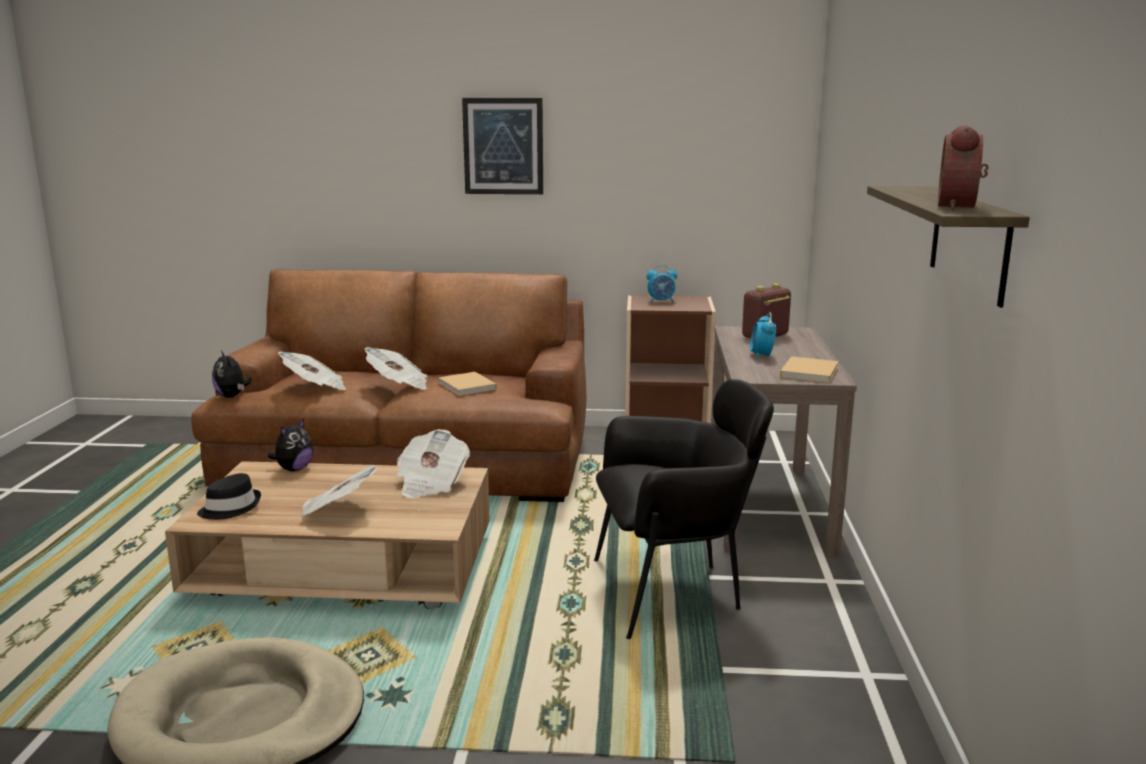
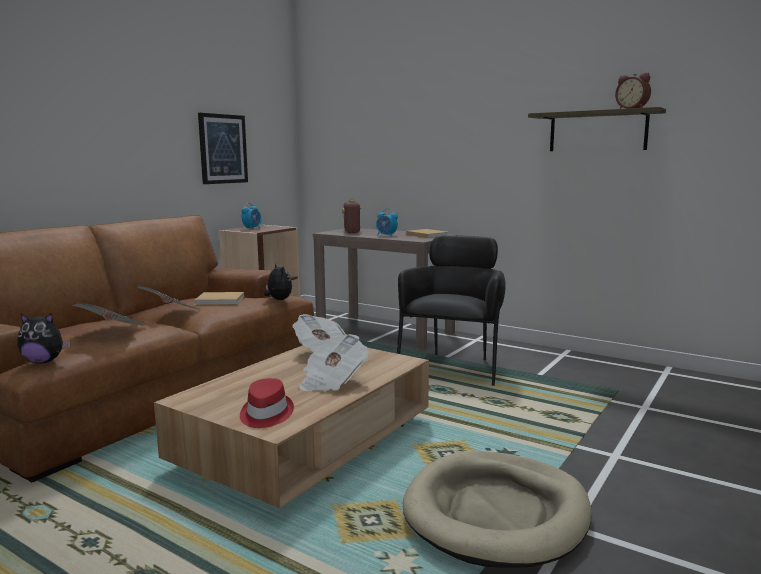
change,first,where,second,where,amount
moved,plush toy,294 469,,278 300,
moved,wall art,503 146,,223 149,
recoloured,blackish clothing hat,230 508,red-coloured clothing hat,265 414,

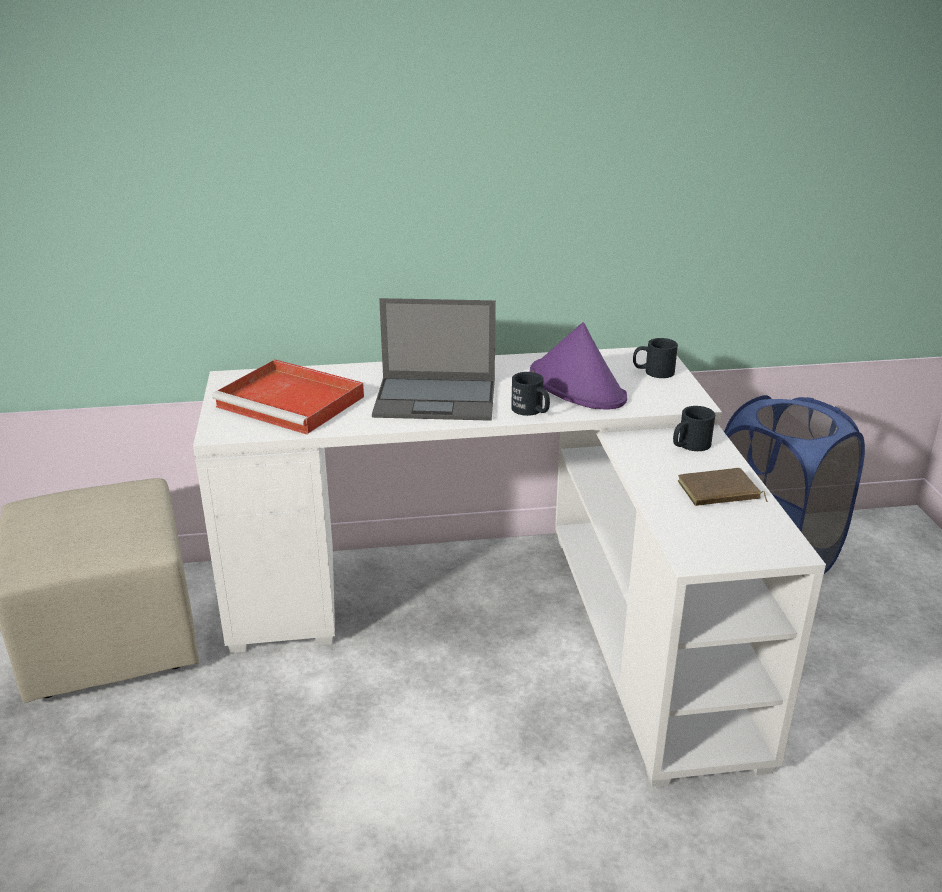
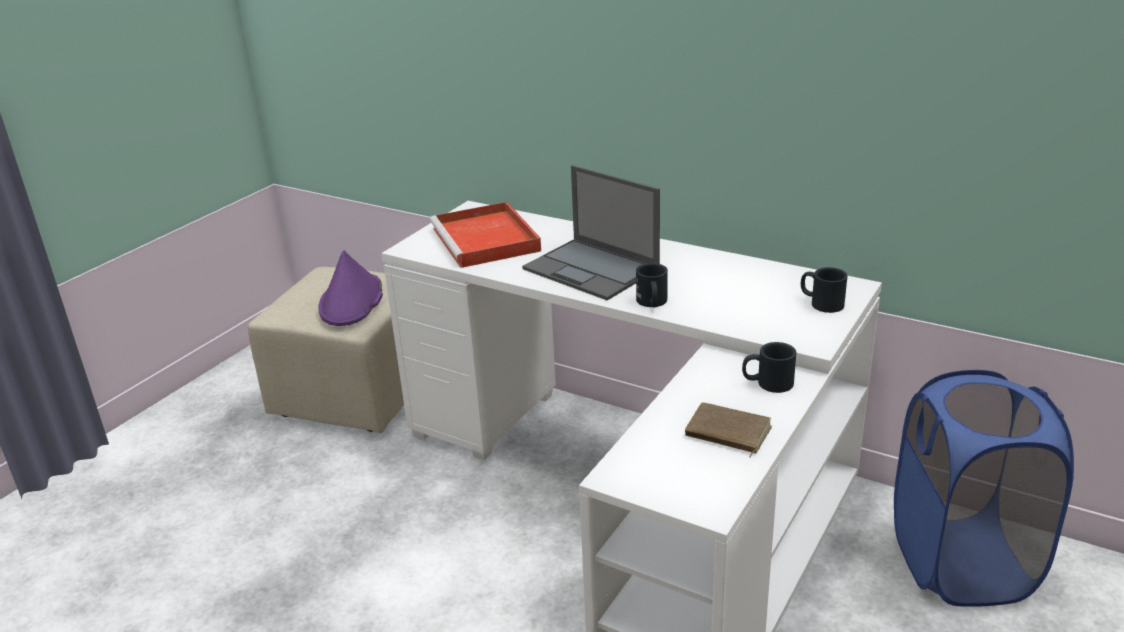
change,first,where,second,where,amount
moved,purple clothing hat,577 386,,351 301,

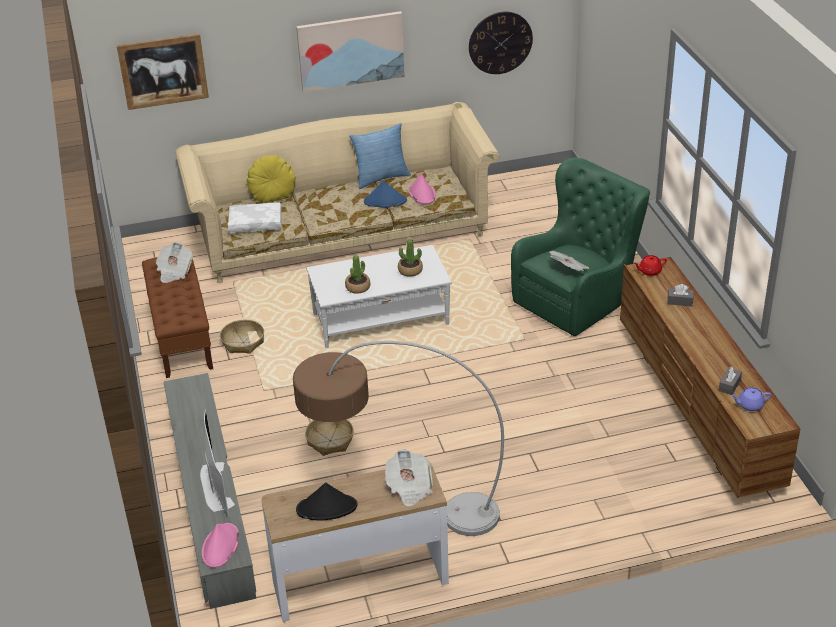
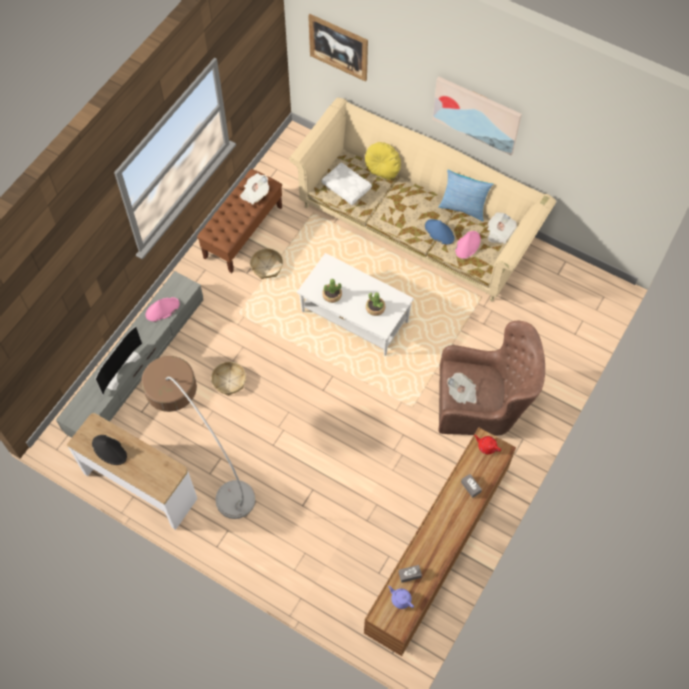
change,first,where,second,where,amount
removed,hanging clock,500 42,,,
moved,pink-coloured clothing hat,220 546,,162 309,
moved,newspaper,409 488,,499 233,
recoloured,green-coloured easy chair,579 299,brownish easy chair,483 406,

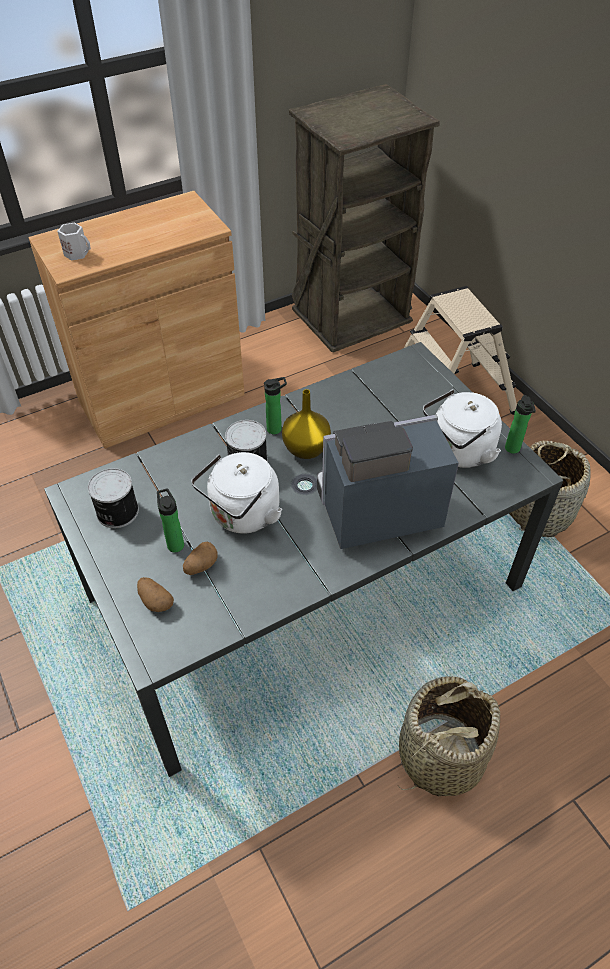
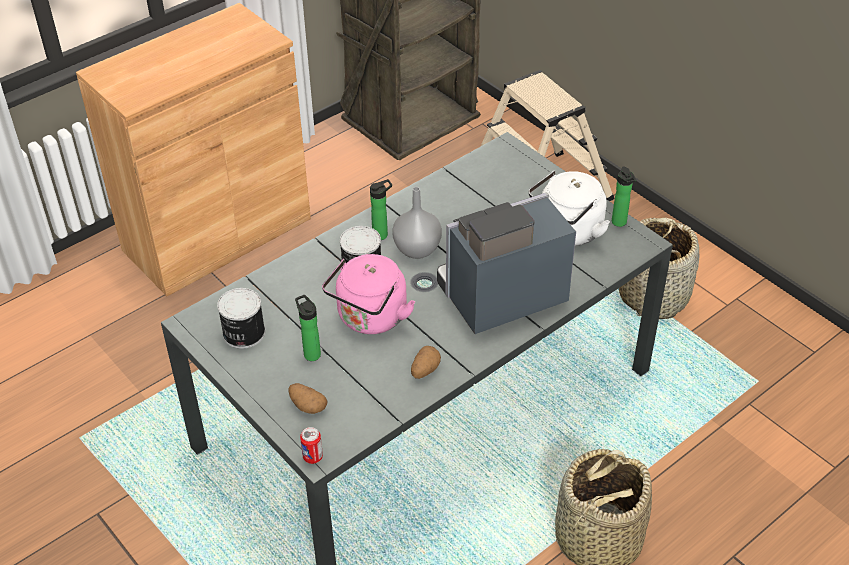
change,first,where,second,where,amount
removed,white-coloured coffee mug,77 253,,,
added,,,can,313 457,
moved,whole potato,201 565,,424 370,
recoloured,white-coloured water kettle,242 515,pink-coloured water kettle,370 319,
recoloured,yellow-coloured decorative vase,306 448,gray decorative vase,417 249,

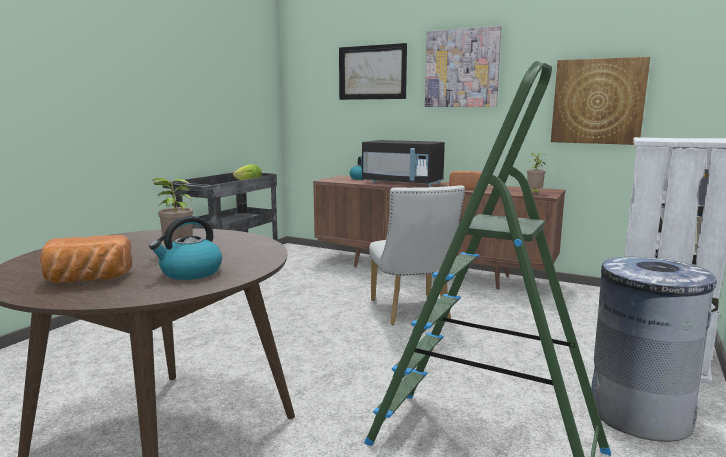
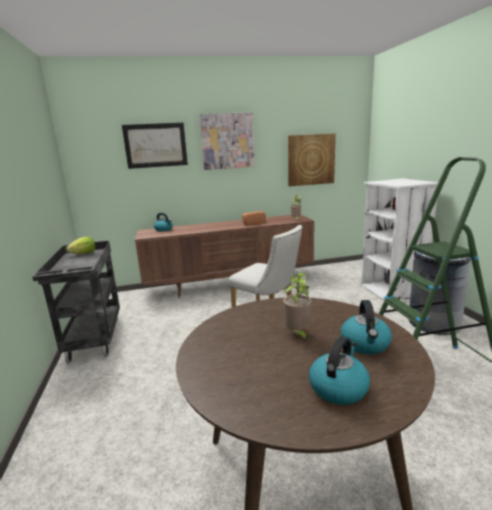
change,first,where,second,where,amount
removed,blackish microwave,402 183,,,
replaced,baked bread,87 280,water kettle,338 387,

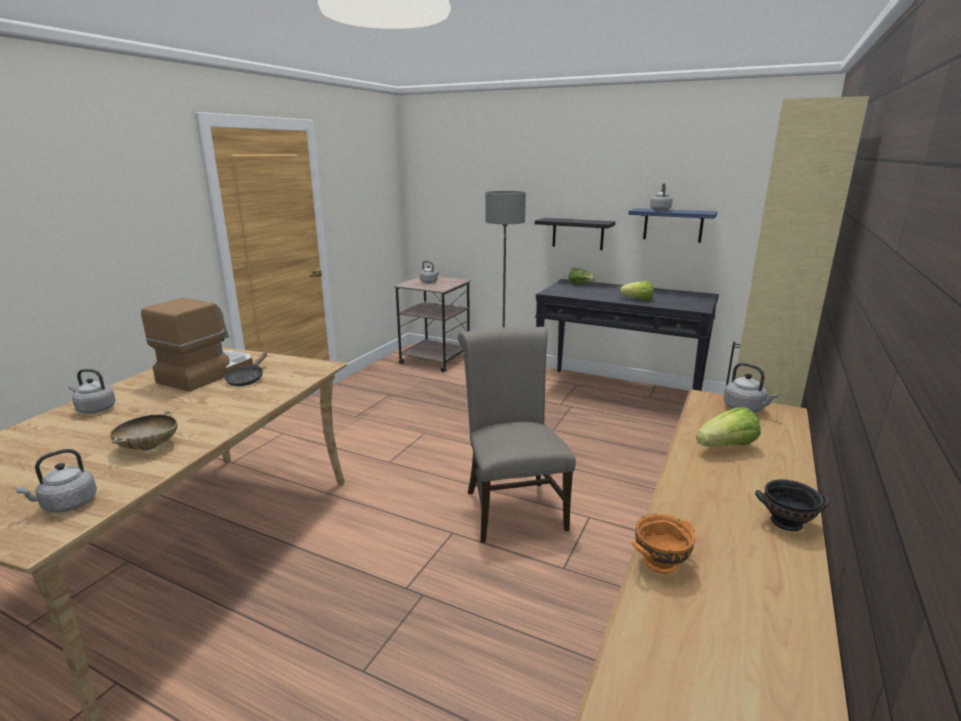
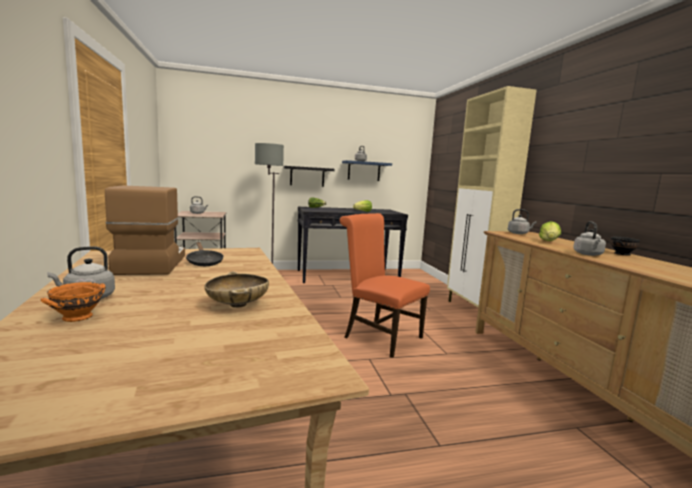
change,first,where,second,where,amount
moved,gray water kettle,67 505,,588 254,
moved,orange-coloured serving bowl,659 562,,76 317,
recoloured,beige upright chair,512 506,orange-coloured upright chair,379 336,

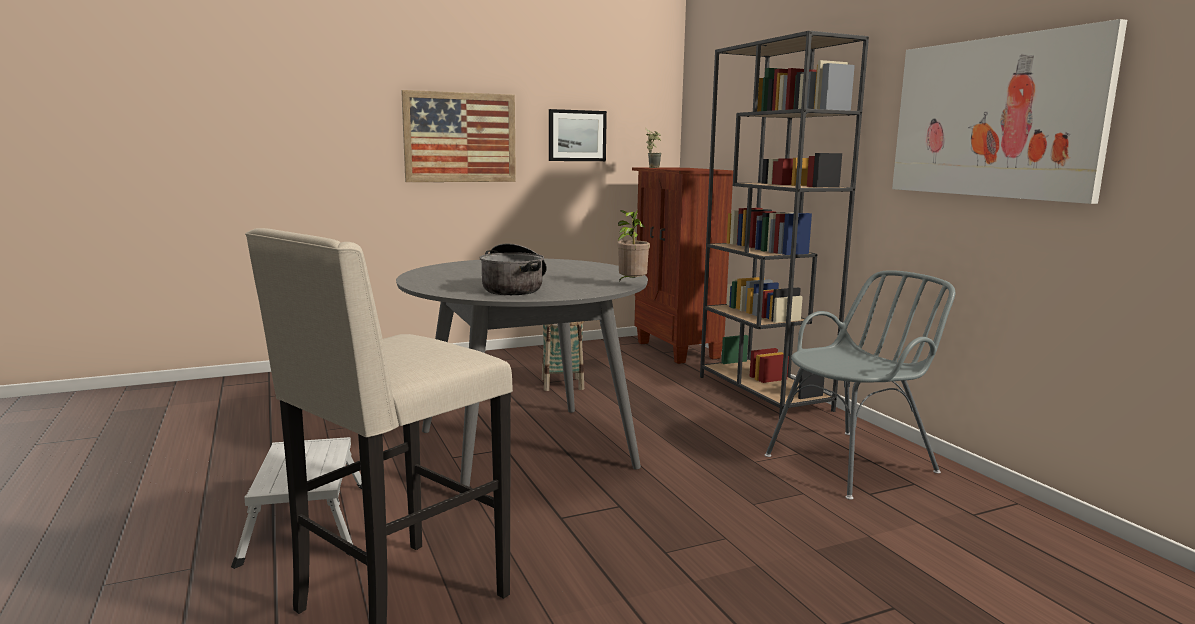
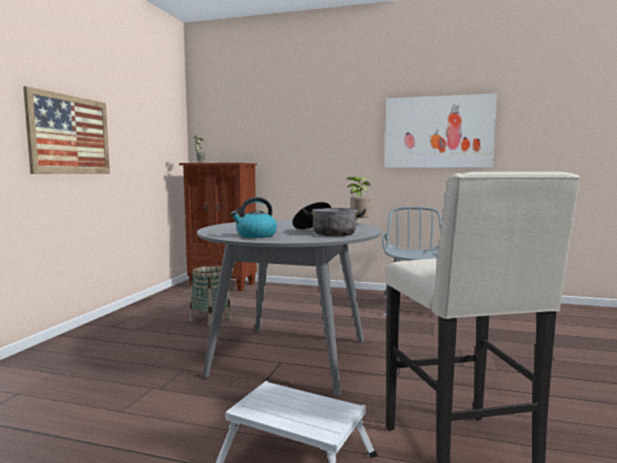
change,first,where,second,where,amount
removed,wall art,577 135,,,
removed,shelving unit,764 393,,,
added,,,water kettle,256 235,

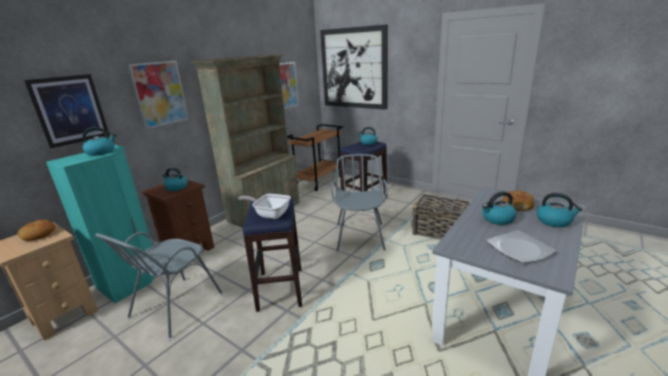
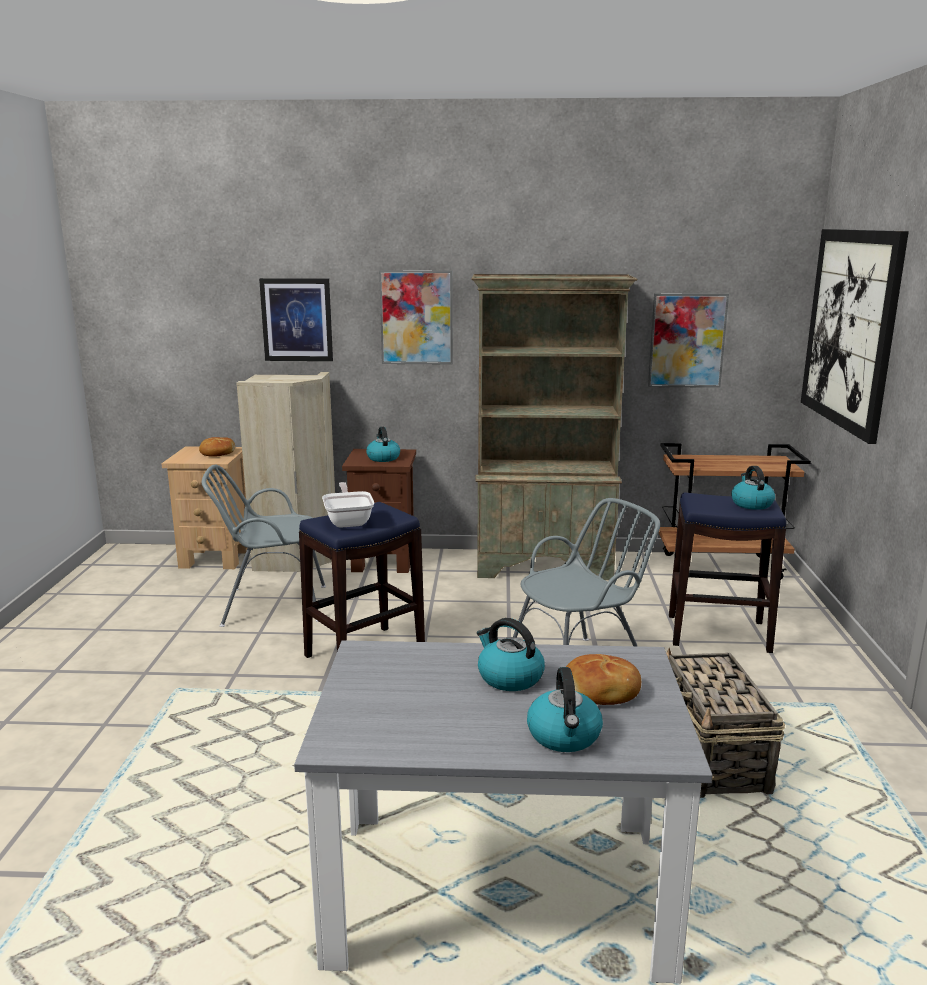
change,first,where,second,where,amount
removed,water kettle,101 152,,,
removed,dinner plate,519 248,,,
recoloured,turquoise-coloured cabinet,131 280,beige cabinet,295 559,

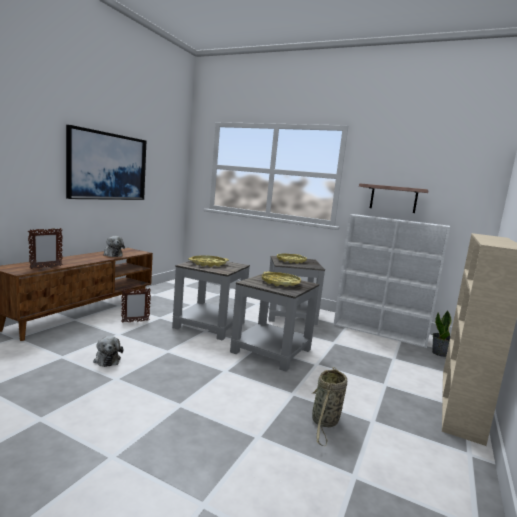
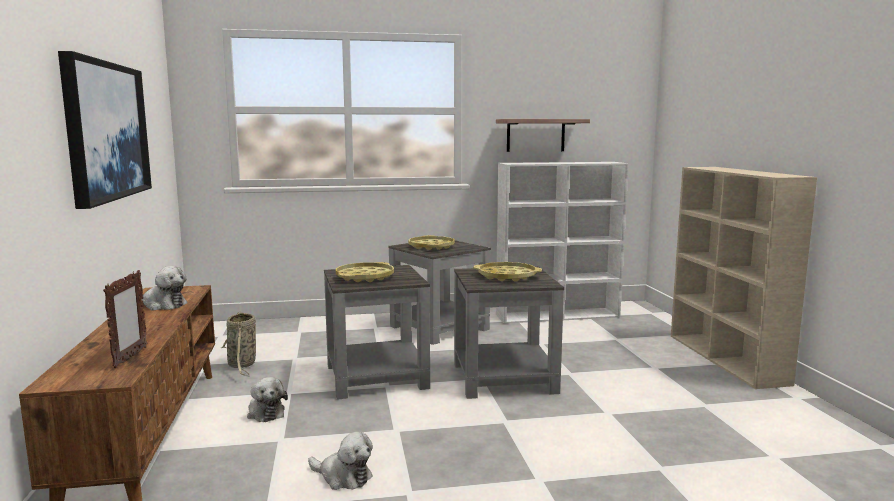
change,first,where,second,where,amount
removed,plant in a pot,440 353,,,
moved,basket,325 422,,242 365,
replaced,standing frame,135 321,plush toy,265 412,

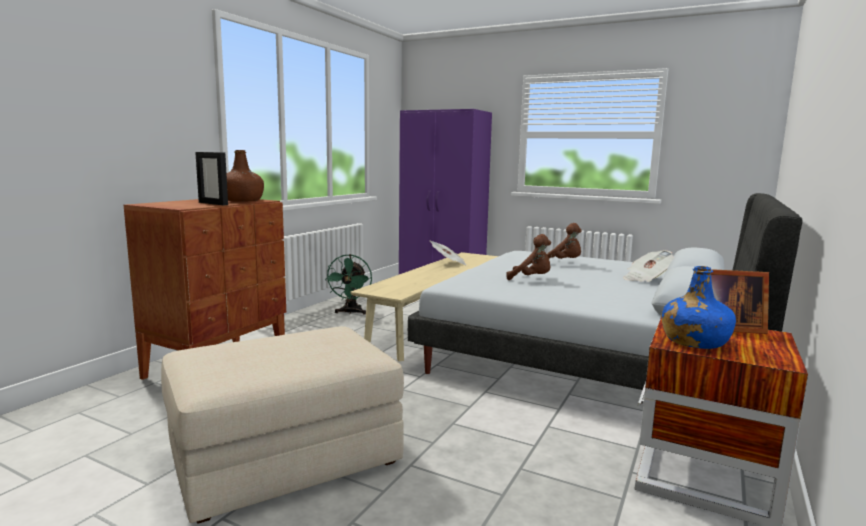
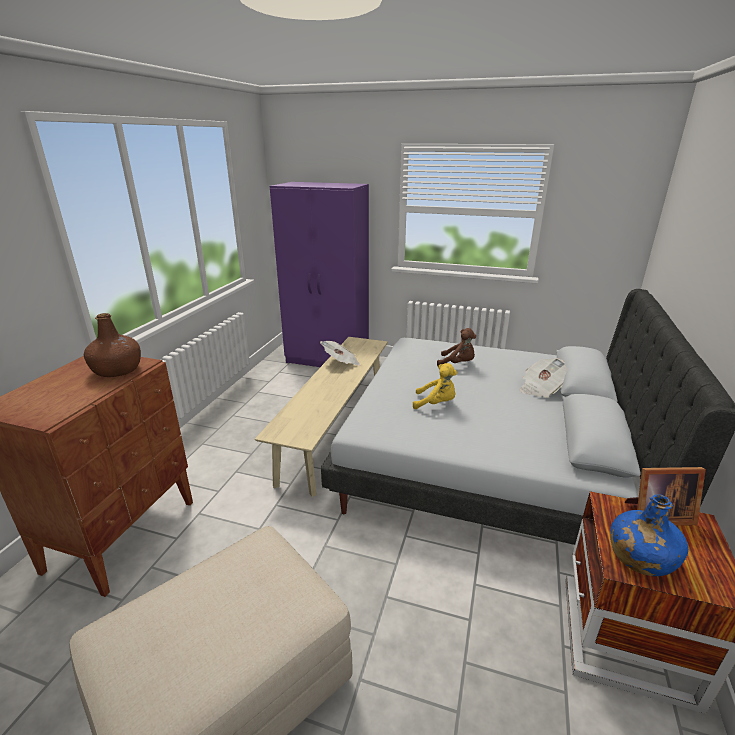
change,first,where,second,where,amount
removed,standing frame,214 203,,,
removed,green-coloured electric fan,350 312,,,
recoloured,brownish plush toy,531 279,yellow-coloured plush toy,436 403,

